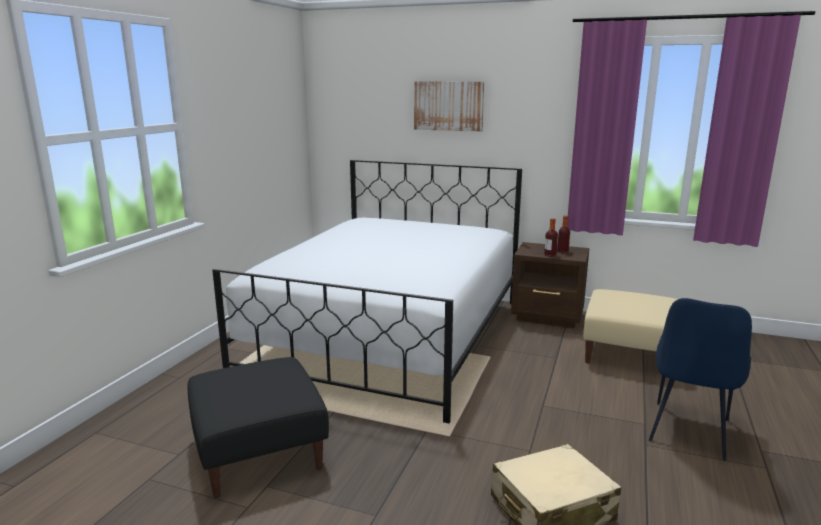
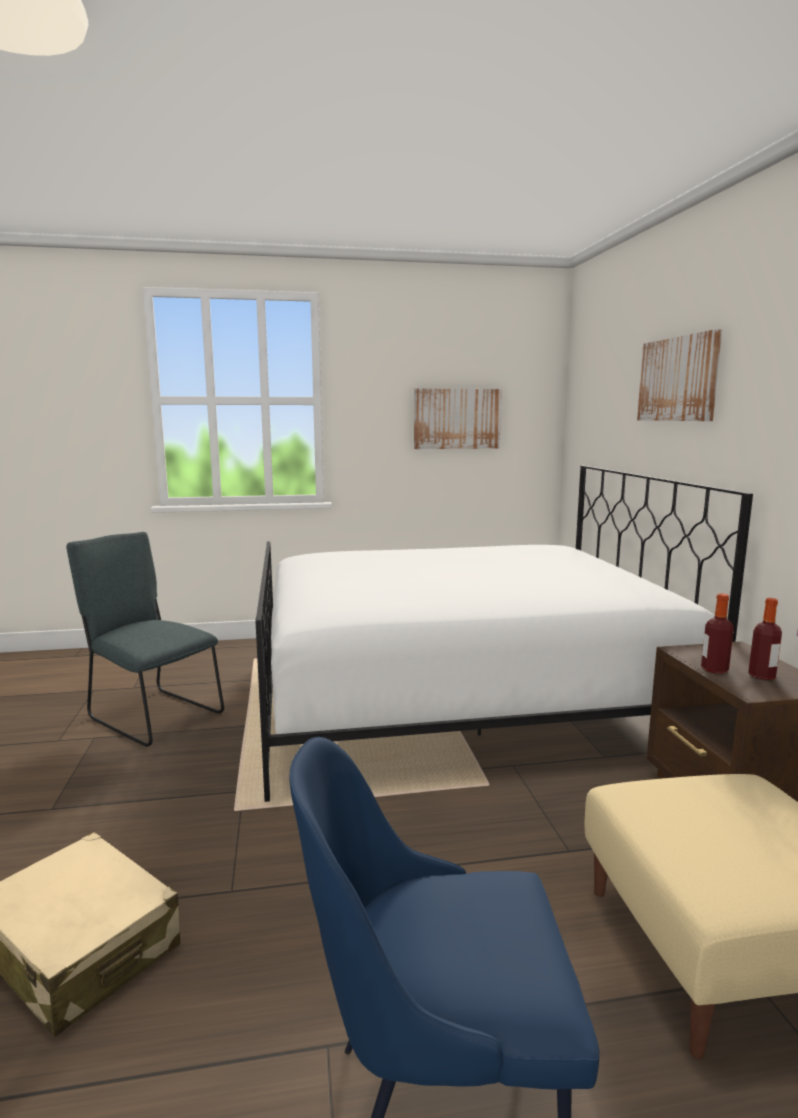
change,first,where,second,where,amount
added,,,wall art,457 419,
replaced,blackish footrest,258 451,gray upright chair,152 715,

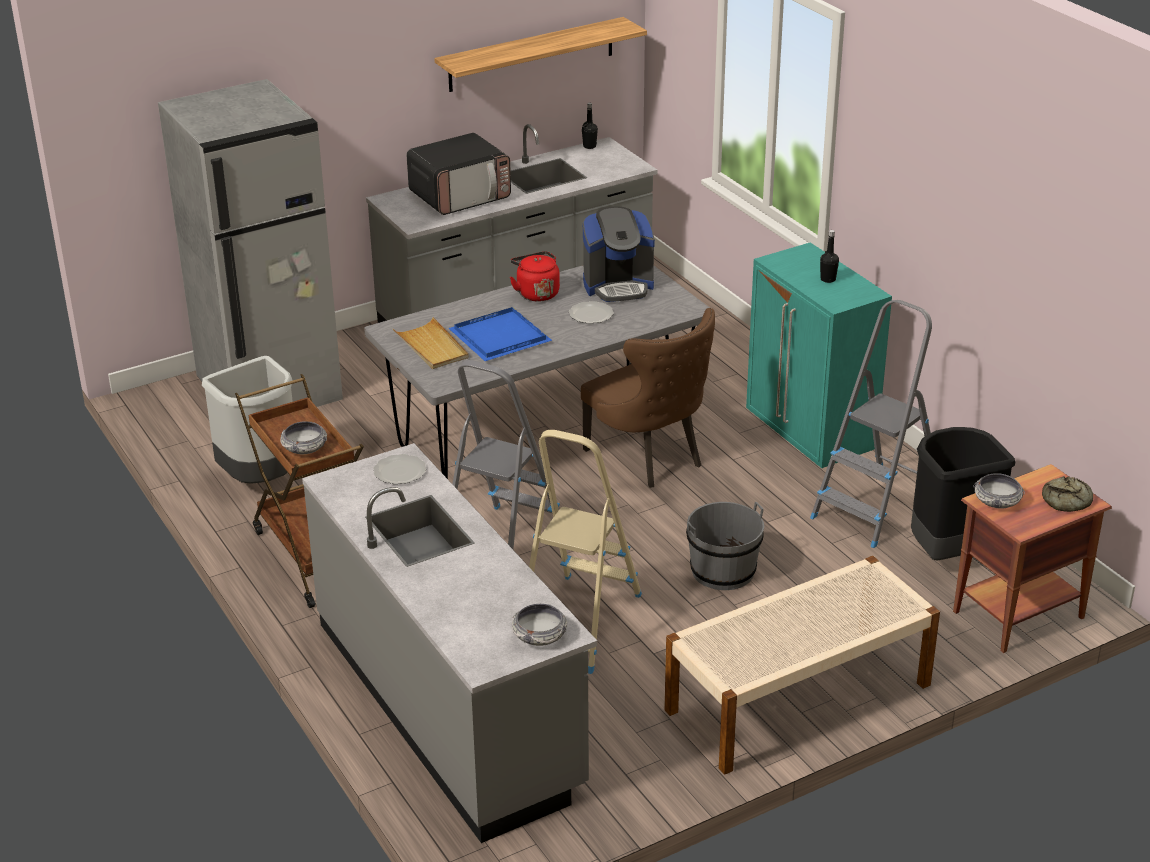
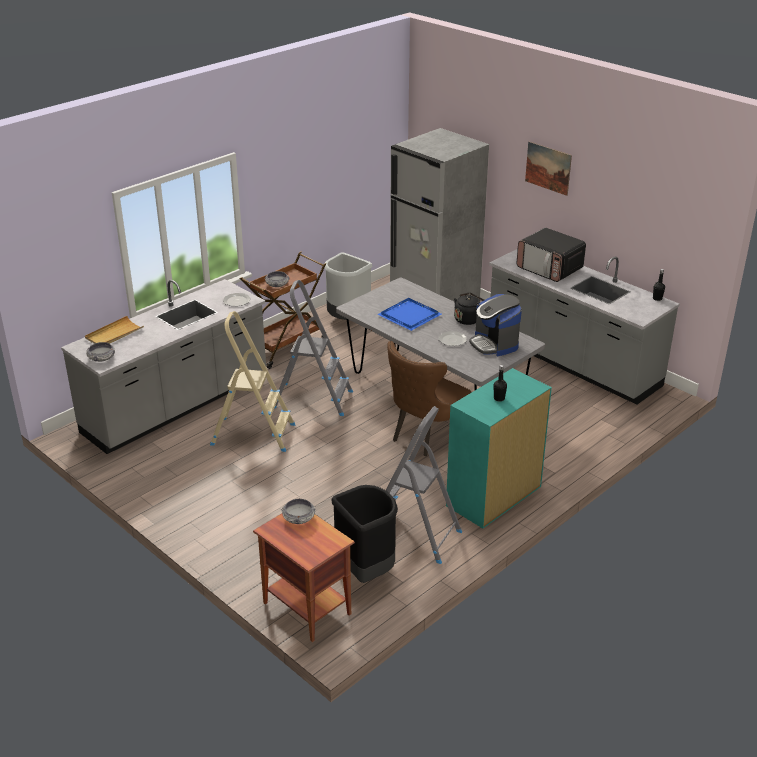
change,first,where,second,where,amount
removed,shelf,531 54,,,
removed,beige bench,799 698,,,
removed,gray pail,723 571,,,
removed,baked bread,1067 501,,,
added,,,wall art,548 168,
moved,beige serving tray,432 347,,114 334,
recoloured,red-coloured water kettle,536 293,blackish water kettle,468 319,

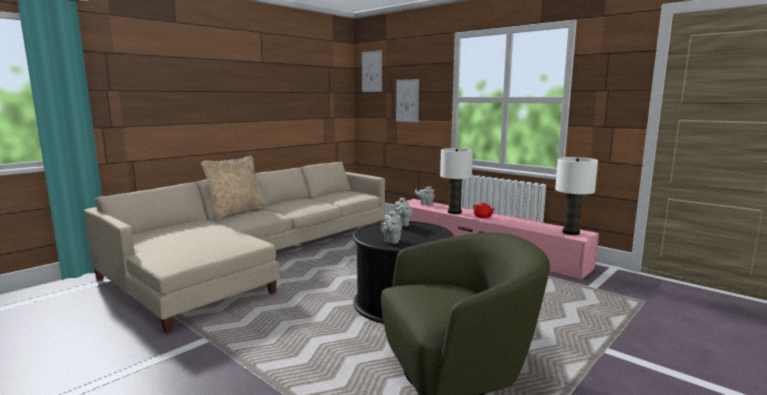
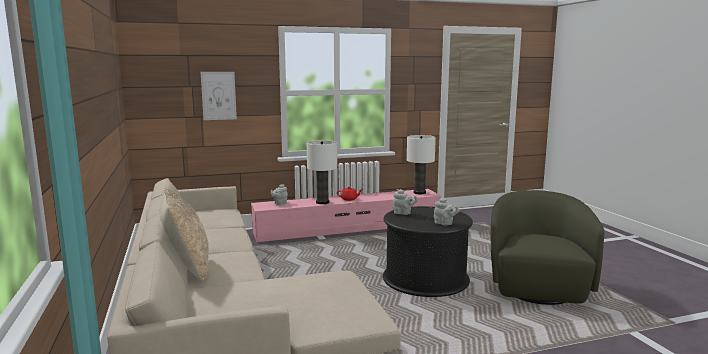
change,first,where,second,where,amount
removed,wall art,372 71,,,

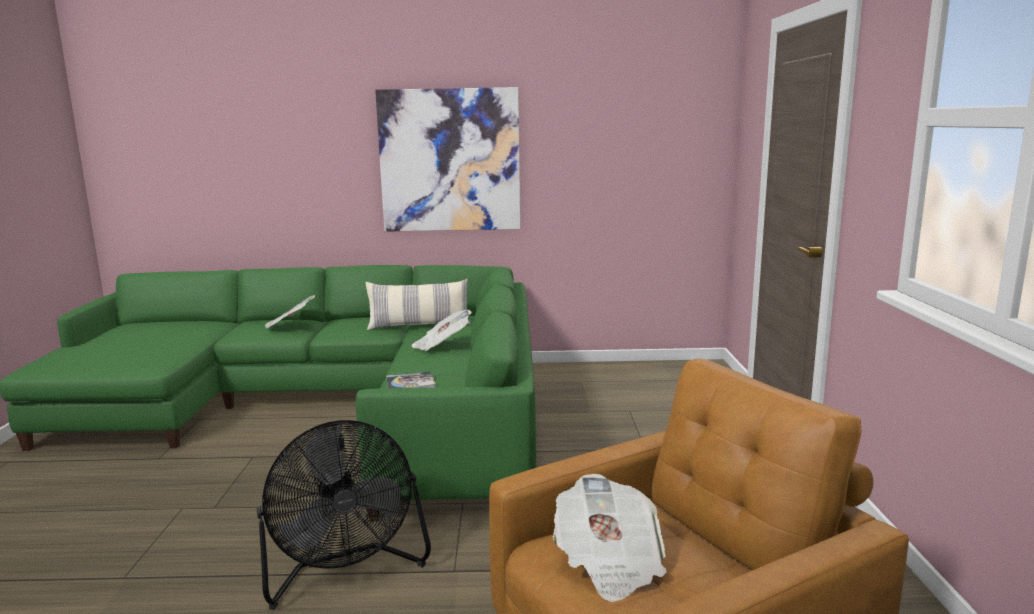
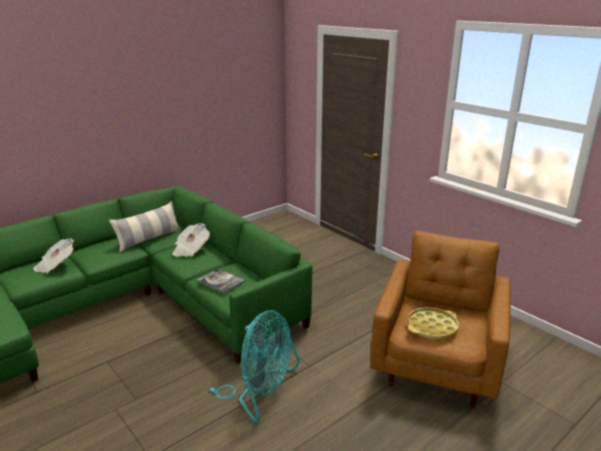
change,first,where,second,where,amount
removed,wall art,450 160,,,
replaced,newspaper,608 563,yellow-coloured serving tray,432 327,
recoloured,blackish electric fan,338 570,turquoise-coloured electric fan,259 392,

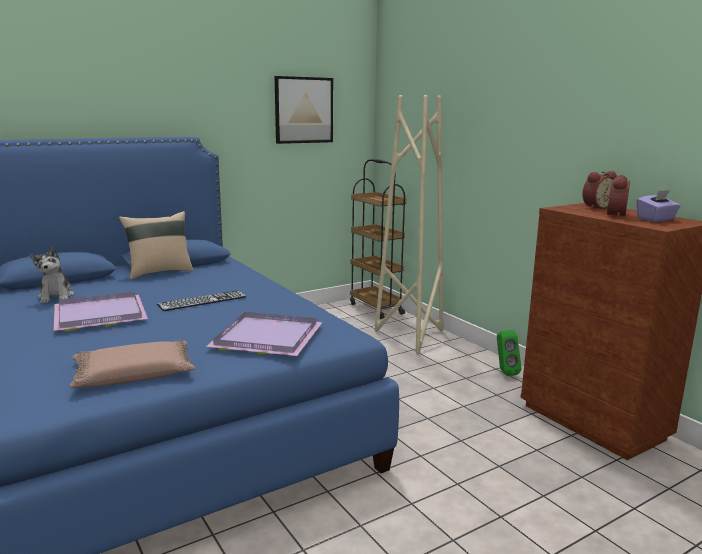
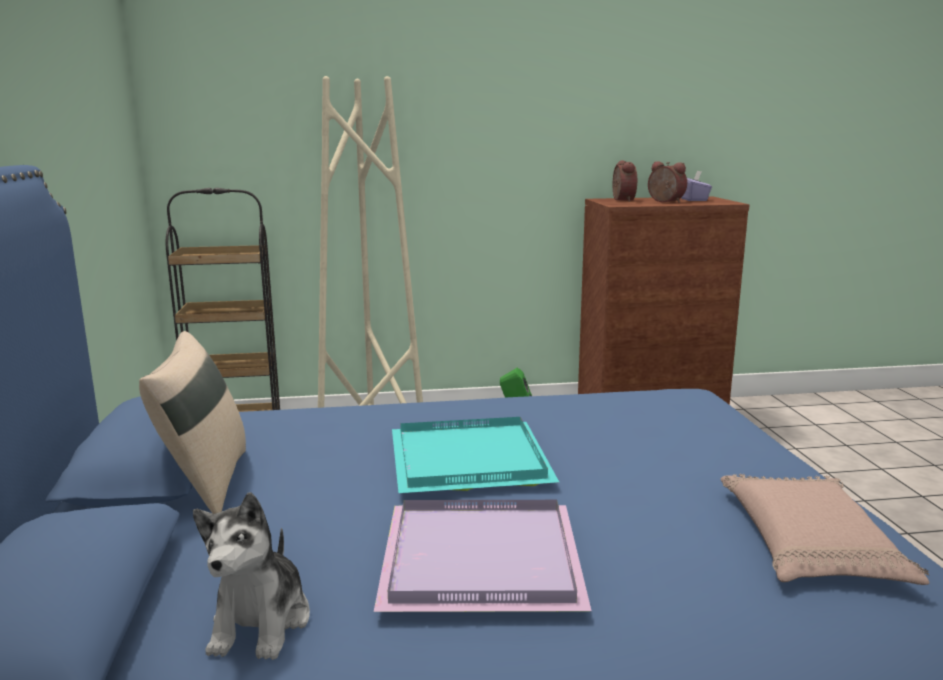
change,first,where,second,where,amount
removed,purple serving tray,265 338,,,
removed,wall art,304 110,,,
replaced,PC keyboard,202 301,turquoise-coloured serving tray,465 459,
turned,plush toy,56 297,,261 623,90 degrees clockwise

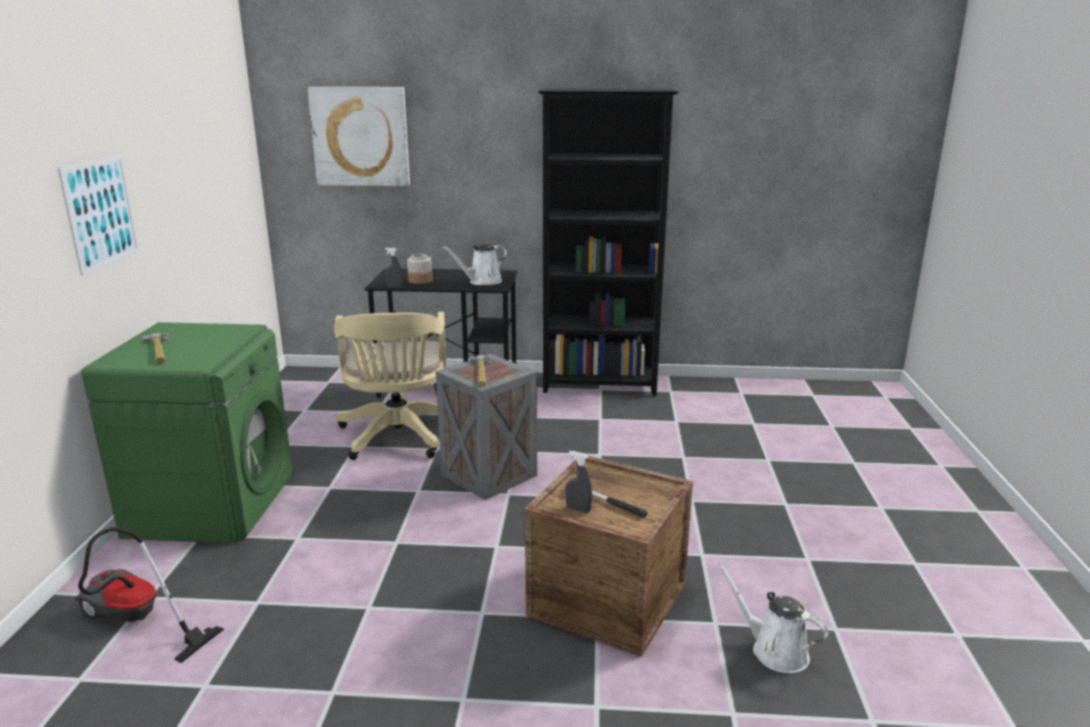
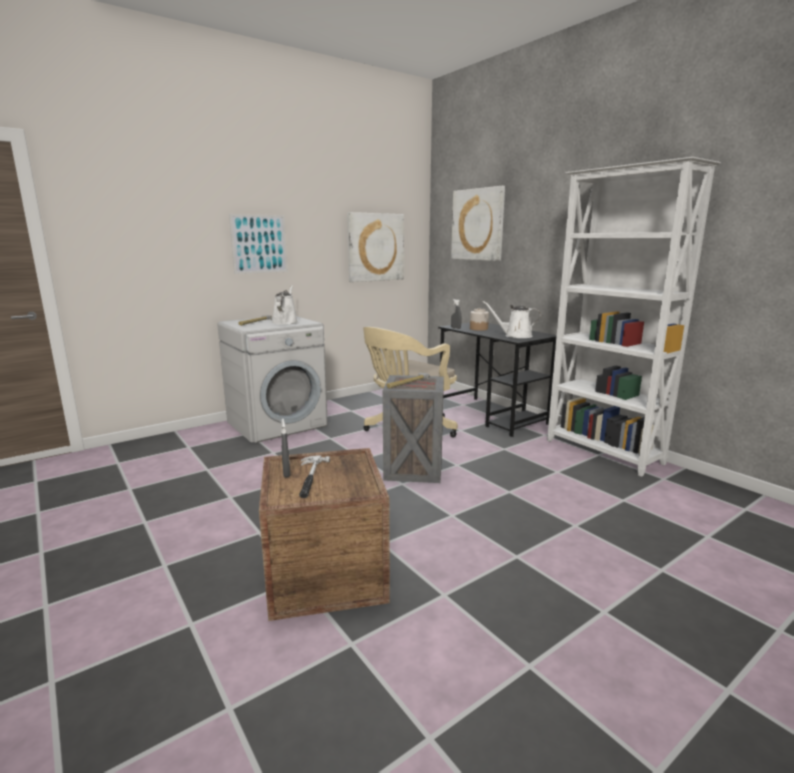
change,first,where,second,where,amount
removed,hoover,134 622,,,
added,,,wall art,375 247,
moved,white-coloured sprinkling can,774 651,,285 322,
recoloured,green-coloured laundry machine,215 503,white-coloured laundry machine,279 424,
recoloured,blackish shelving unit,600 385,white-coloured shelving unit,603 452,

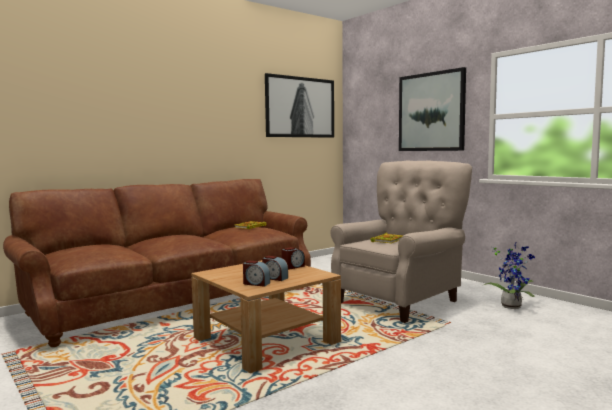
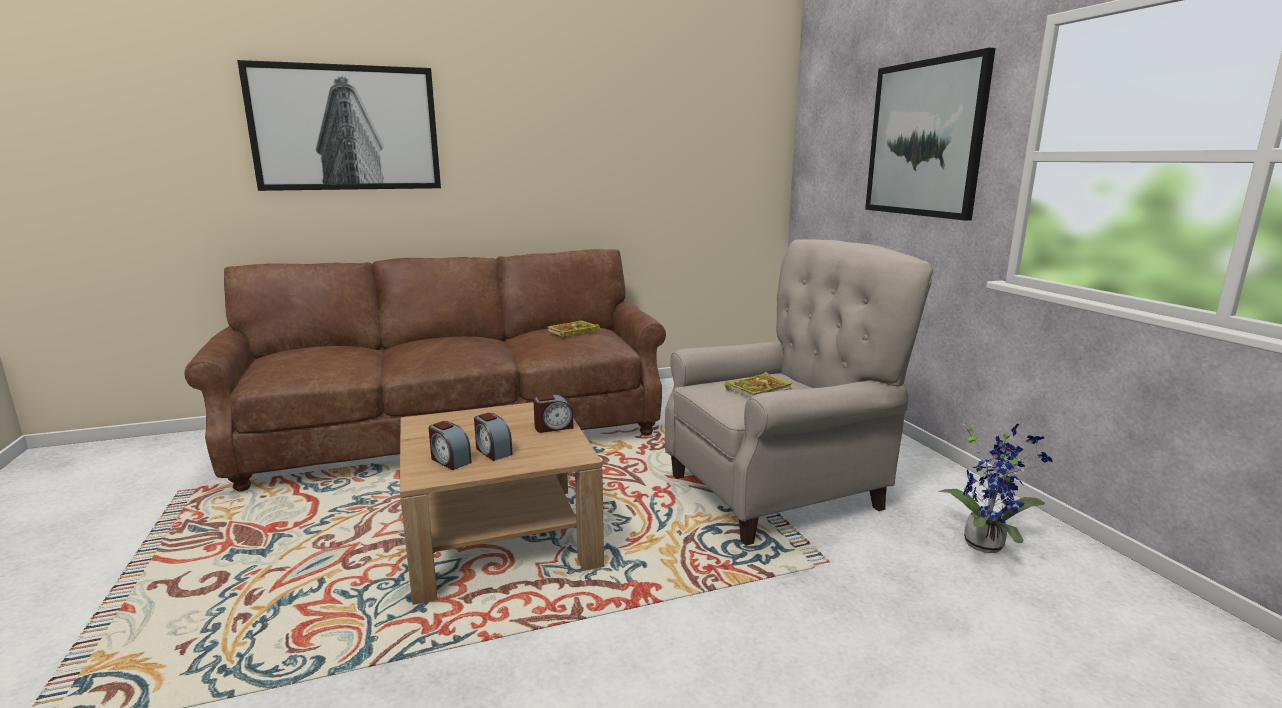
change,first,where,second,where,amount
moved,wall art,300 107,,346 128,

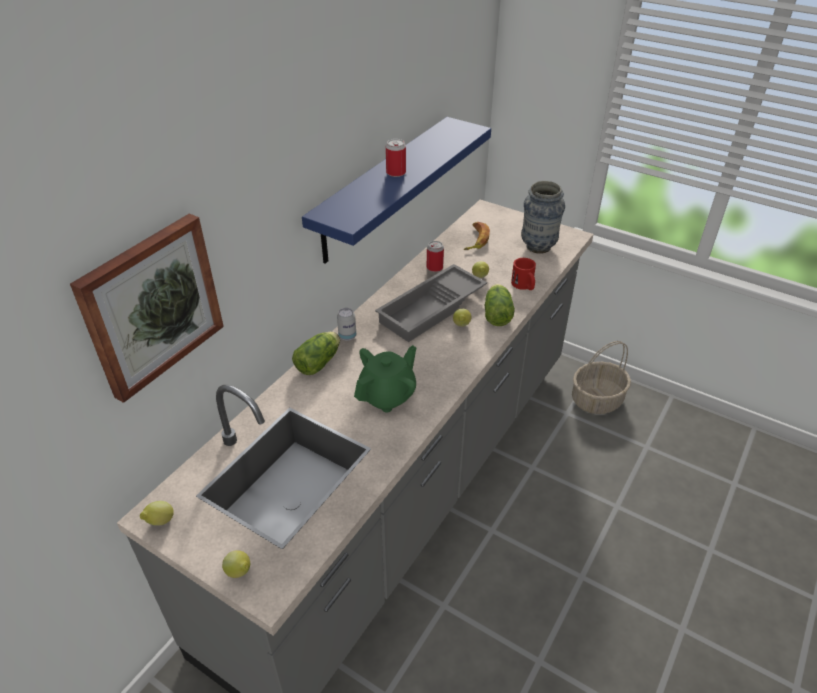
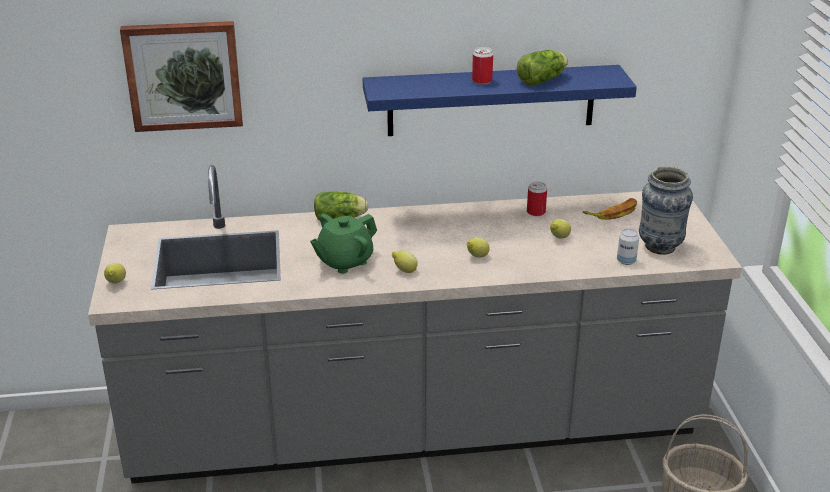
change,first,where,second,where,amount
removed,gray serving tray,432 309,,,
removed,red-coloured coffee mug,524 286,,,
moved,citrus fruit,160 522,,404 271,
moved,can,347 336,,626 261,
moved,head of lettuce,497 313,,543 80,
turned,green-coloured tea pot,387 395,,344 262,135 degrees clockwise

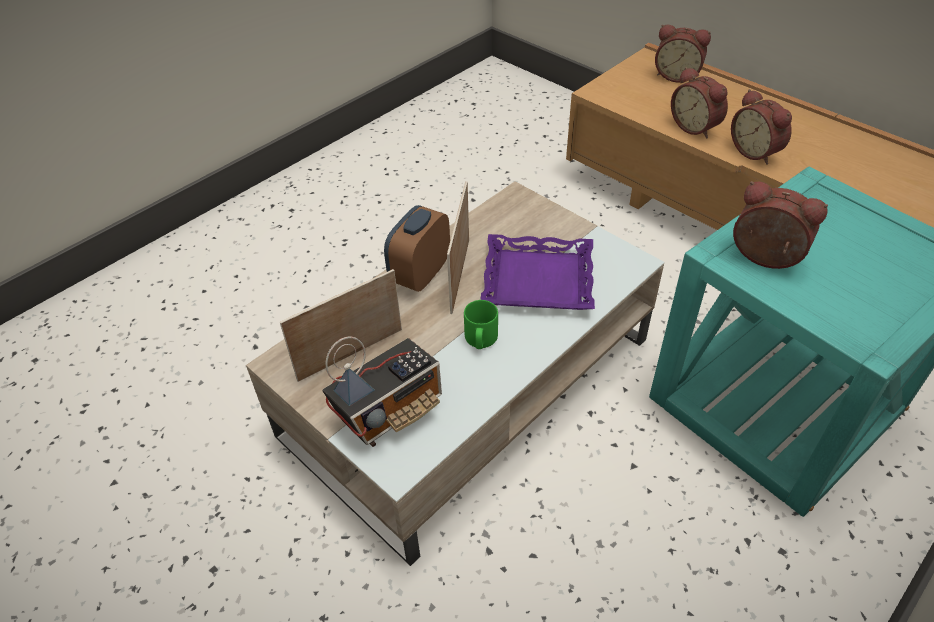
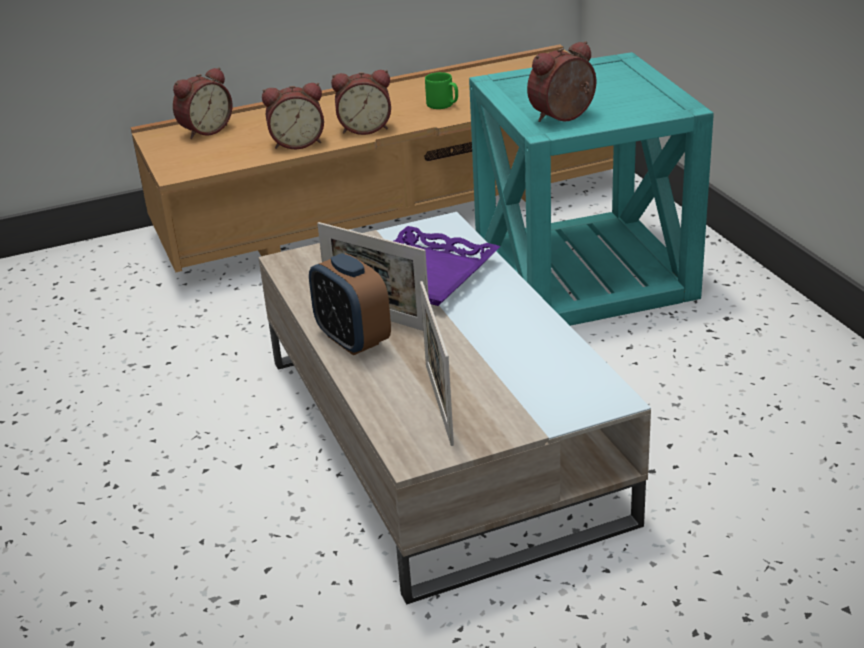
change,first,where,second,where,amount
removed,radio set,391 411,,,
moved,green-coloured coffee mug,480 340,,443 105,

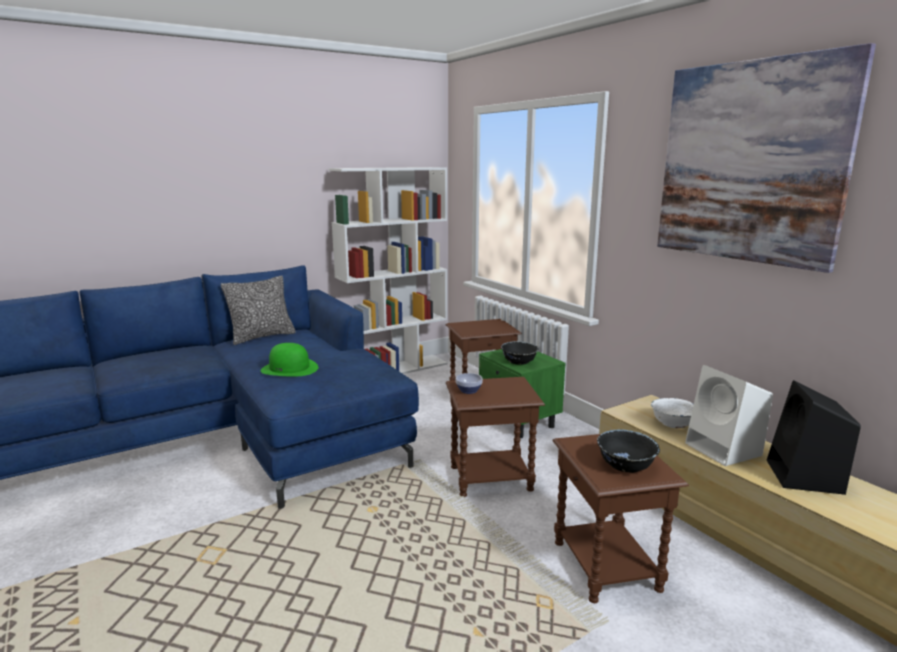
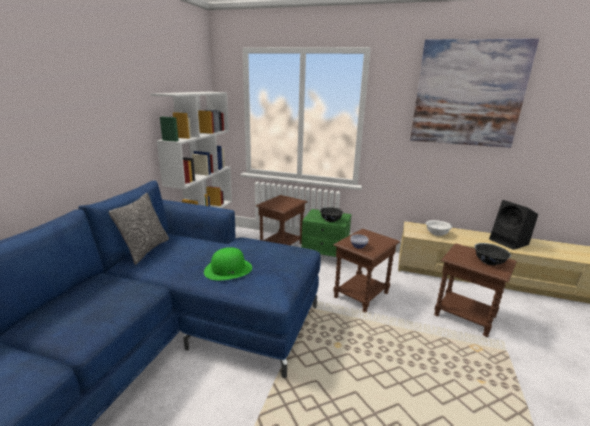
change,first,where,second,where,amount
removed,white-coloured speaker,725 450,,,

